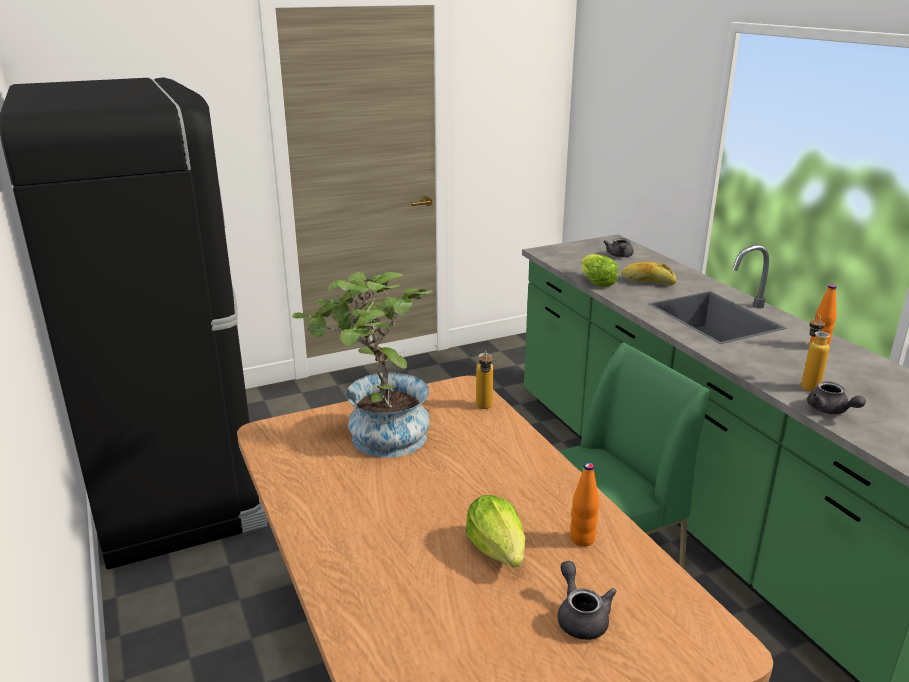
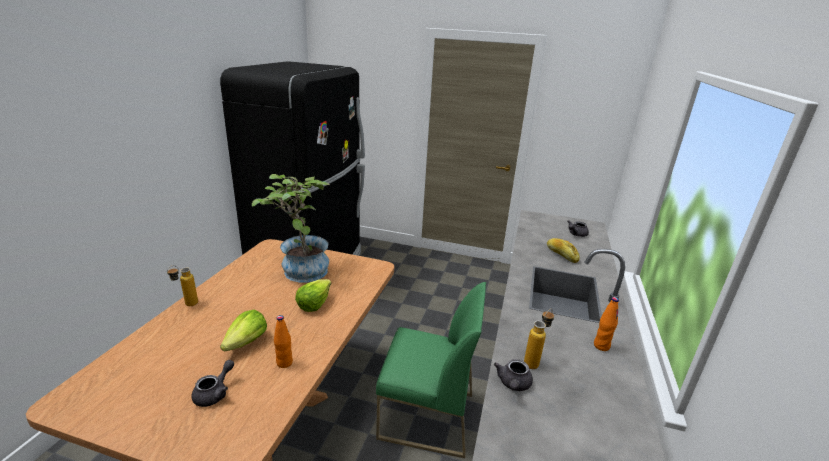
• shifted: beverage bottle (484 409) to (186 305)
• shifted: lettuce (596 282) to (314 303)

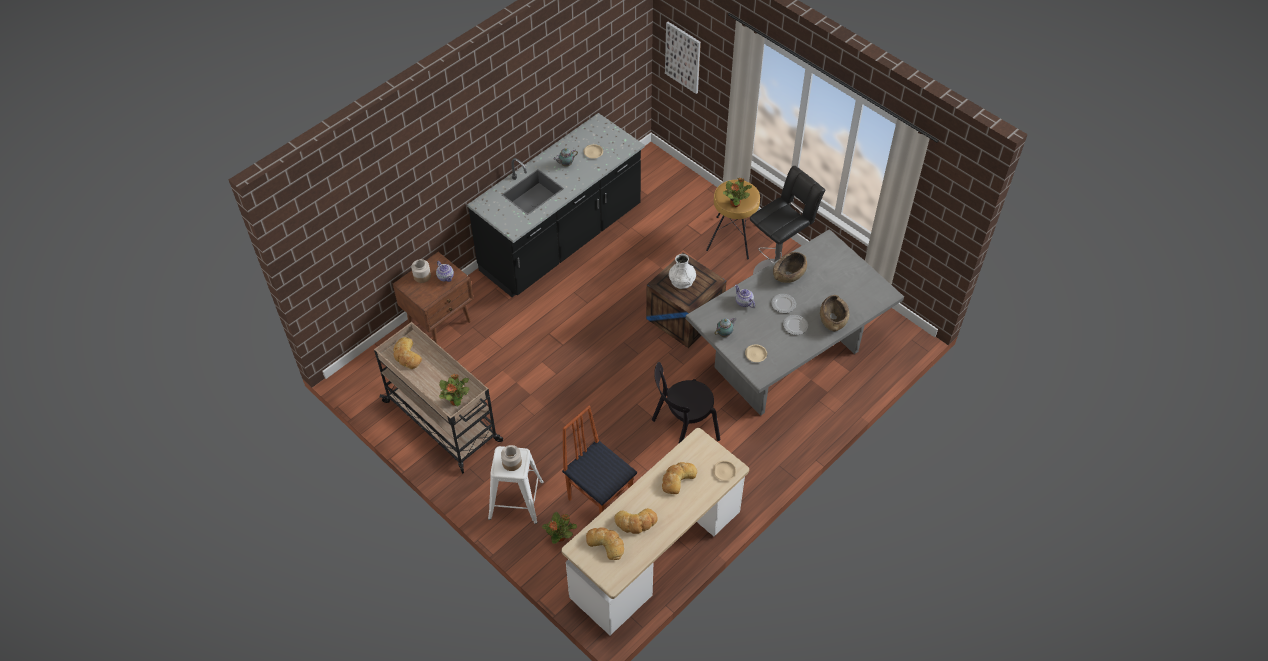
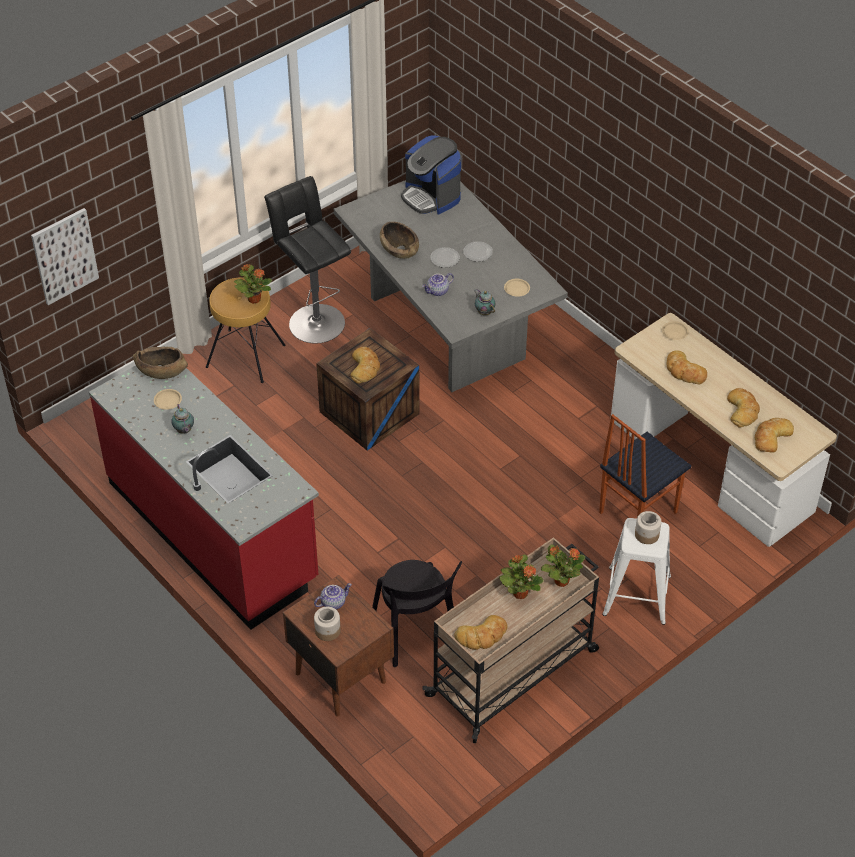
• new: coffee brewer (431 196)
• shifted: houseplant (560 536) to (520 593)
• shifted: blackish plain chair (682 431) to (416 634)
• shifted: brownish serving bowl (833 319) to (161 370)
• swapped: white vase (682 281) to bread (365 367)
• repainted: blackish counter (562 240) to reddish counter (213 531)

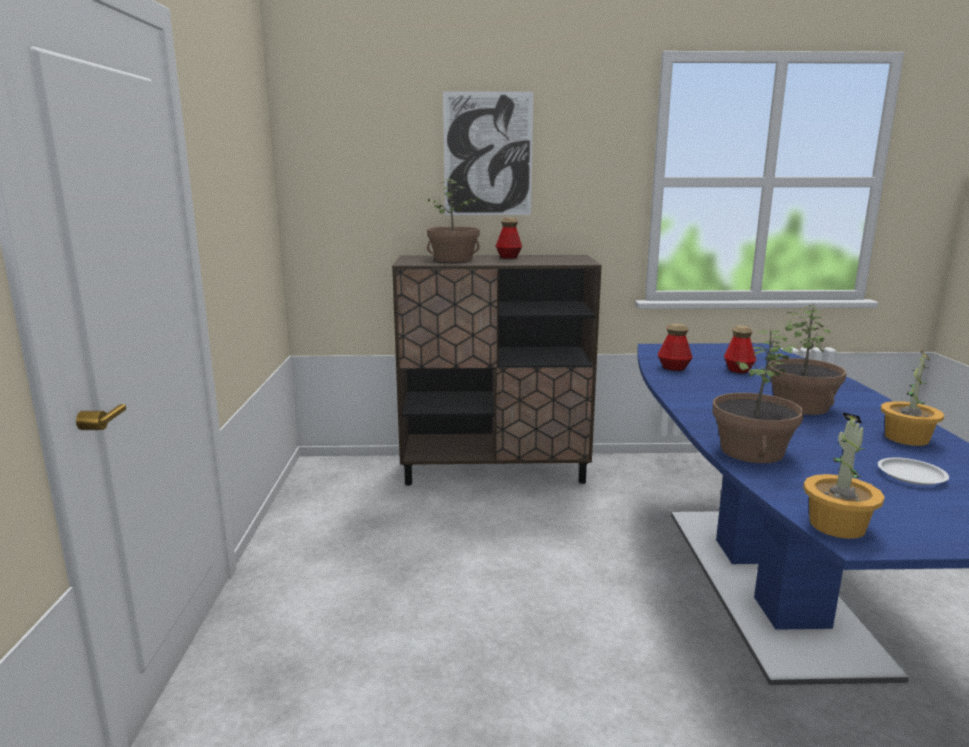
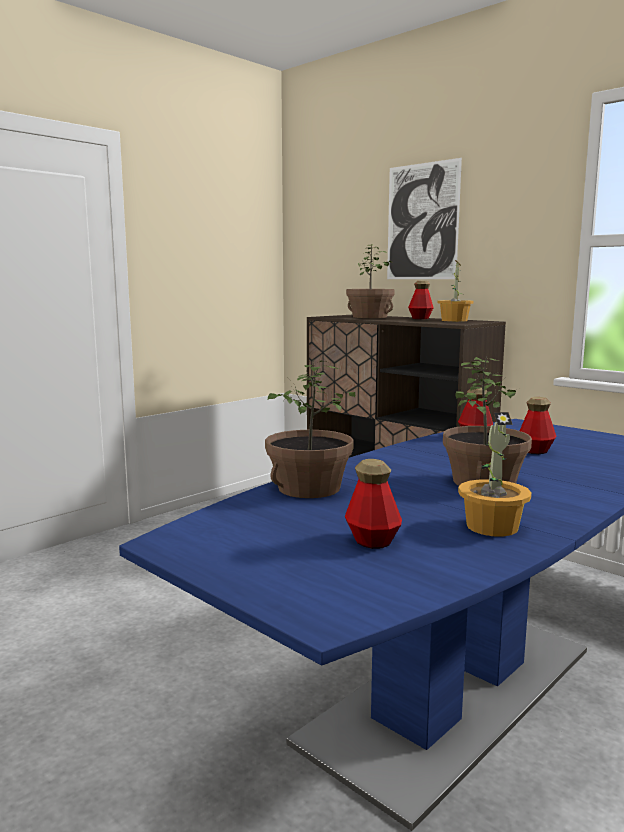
• shifted: houseplant (836 525) to (454 320)
• swapped: white plate (911 475) to beverage bottle (372 541)

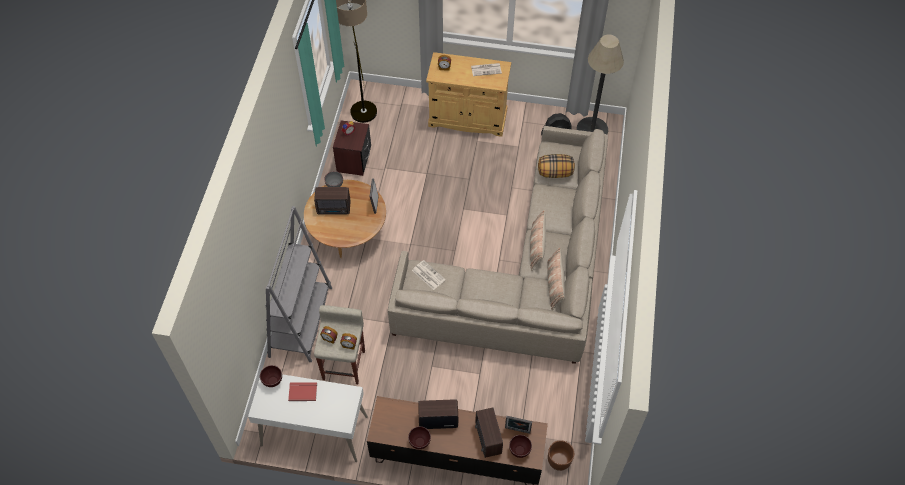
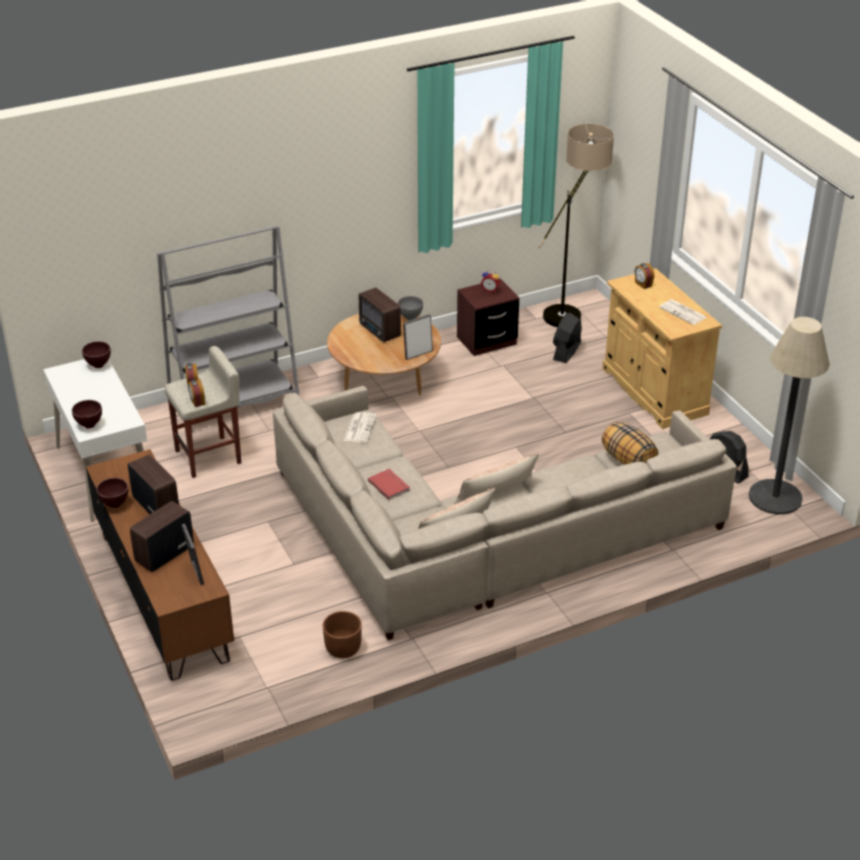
• new: blackish electric fan (566 351)
• shifted: reddish volume (302 391) to (389 485)
• shifted: brownish serving bowl (519 451) to (89 425)
• shifted: brownish planter (559 461) to (343 648)

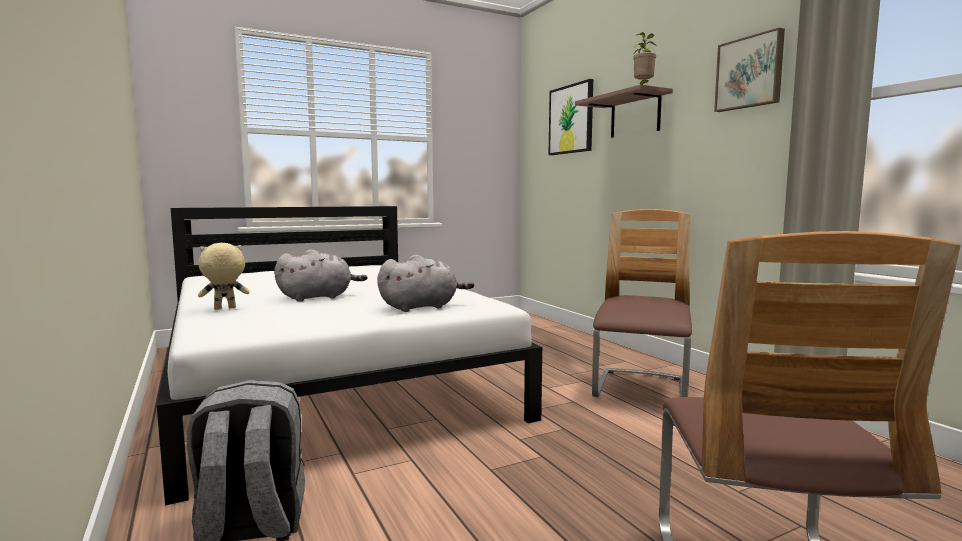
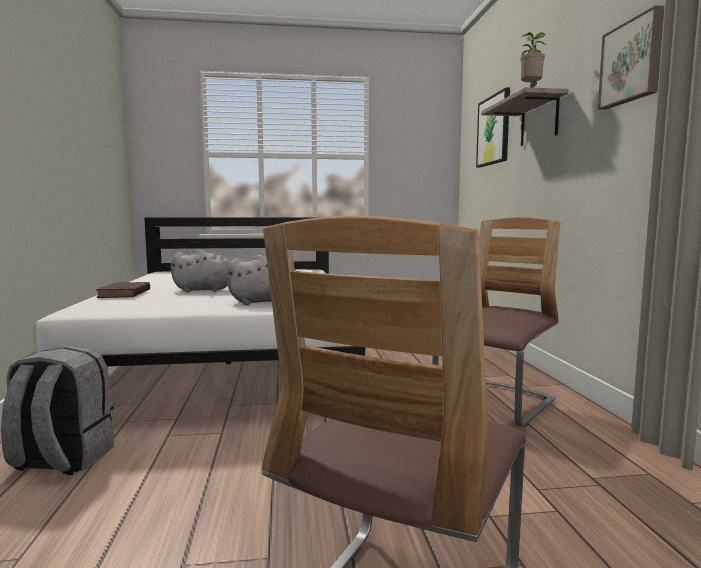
• swapped: sand-coloured plush toy (224 309) to brownish volume (124 294)

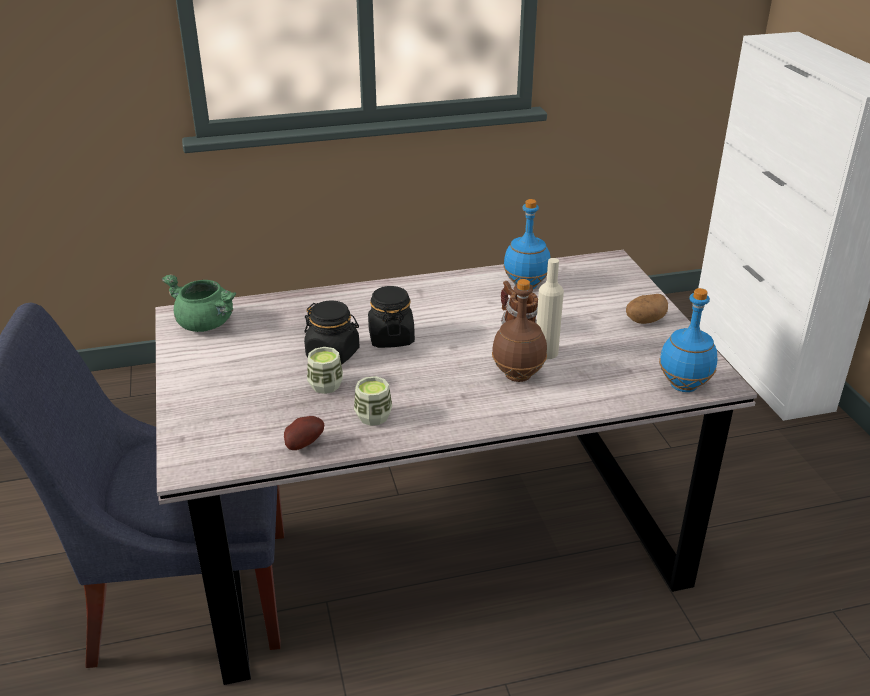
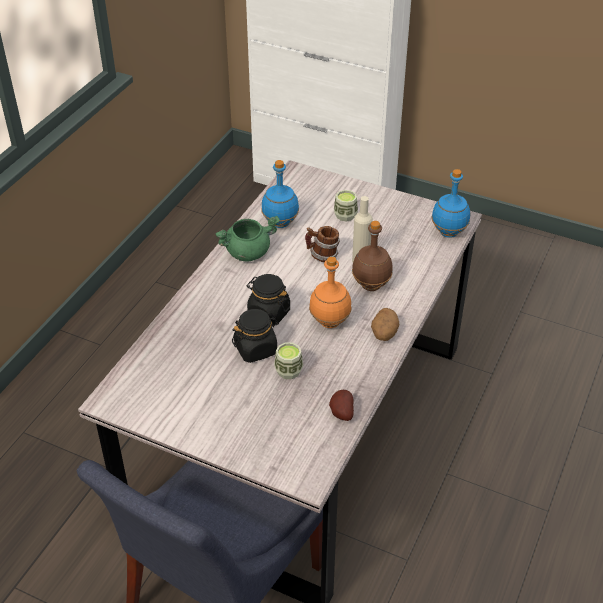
• new: orange-coloured beverage bottle (329 322)
• shifted: green-coloured stockpot (206 324) to (248 252)
• shifted: small cup (373 416) to (345 215)
• shifted: potato (644 320) to (384 334)

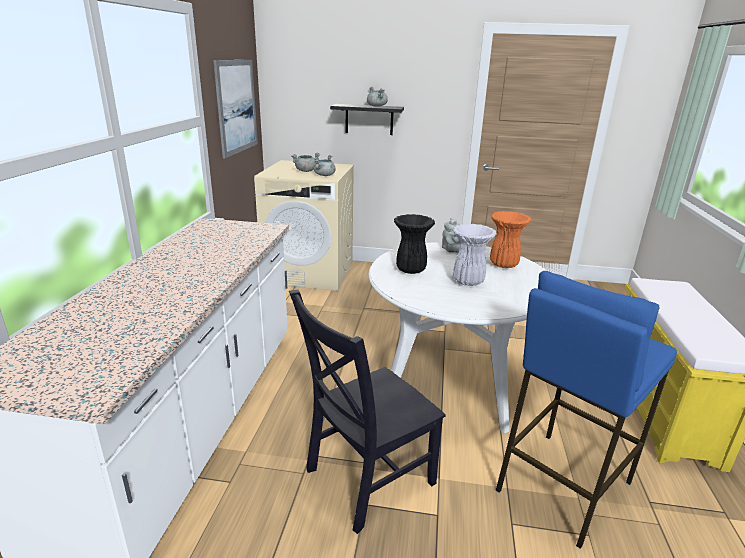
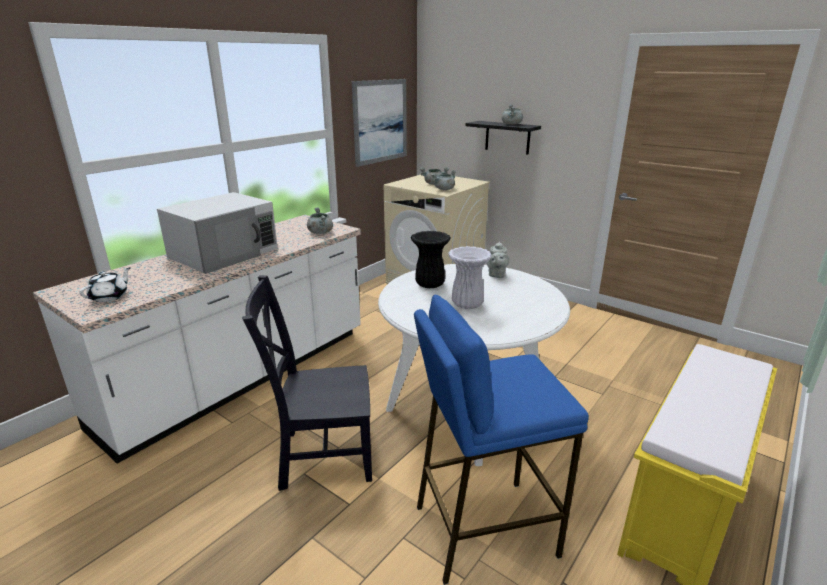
• gone: orange-coloured vase (503 265)
• new: white teapot (110 297)
• new: white kitchen microwave (225 253)
• new: gray stockpot (320 232)

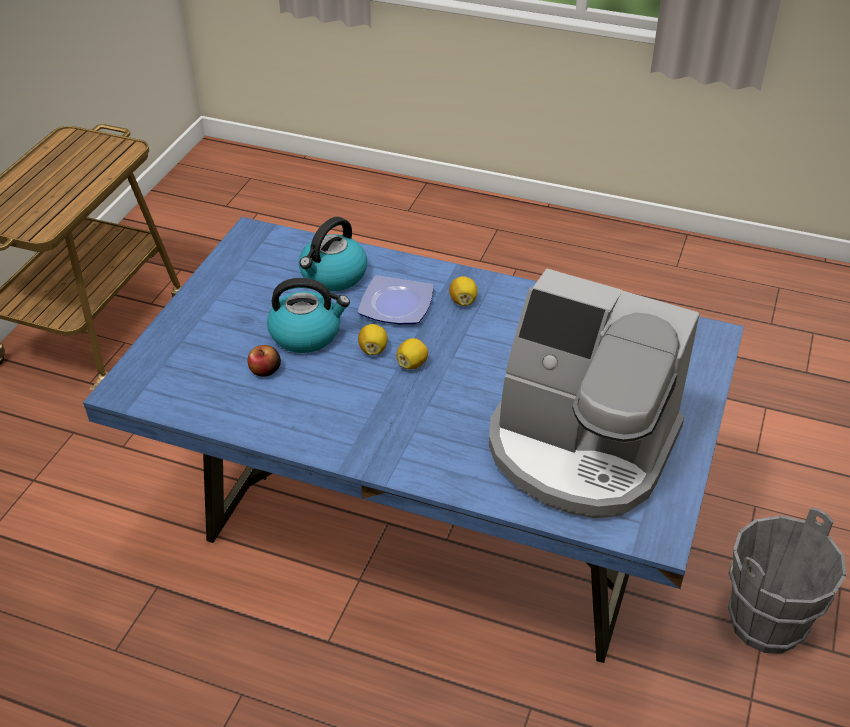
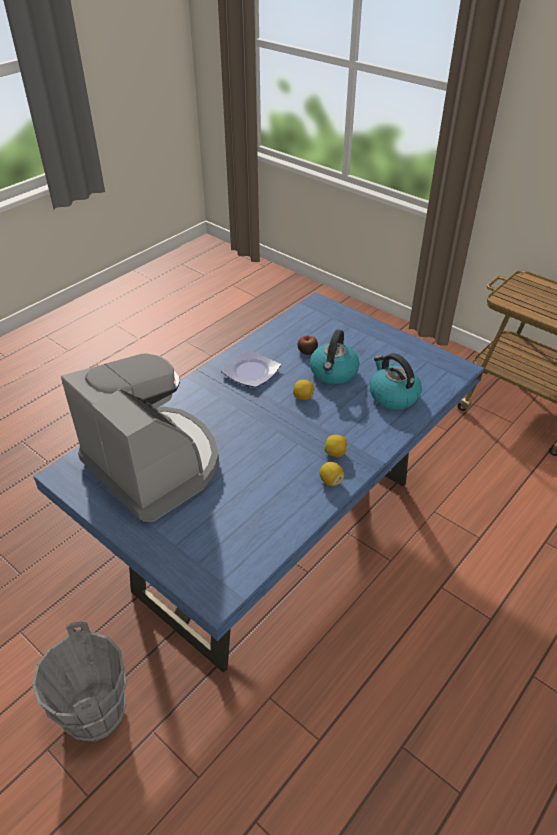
• shifted: plate (398 304) to (251 373)
• shifted: citrus fruit (412 364) to (330 481)
• rotated: coffee brewer (580 448) = (154 464) 90 degrees clockwise

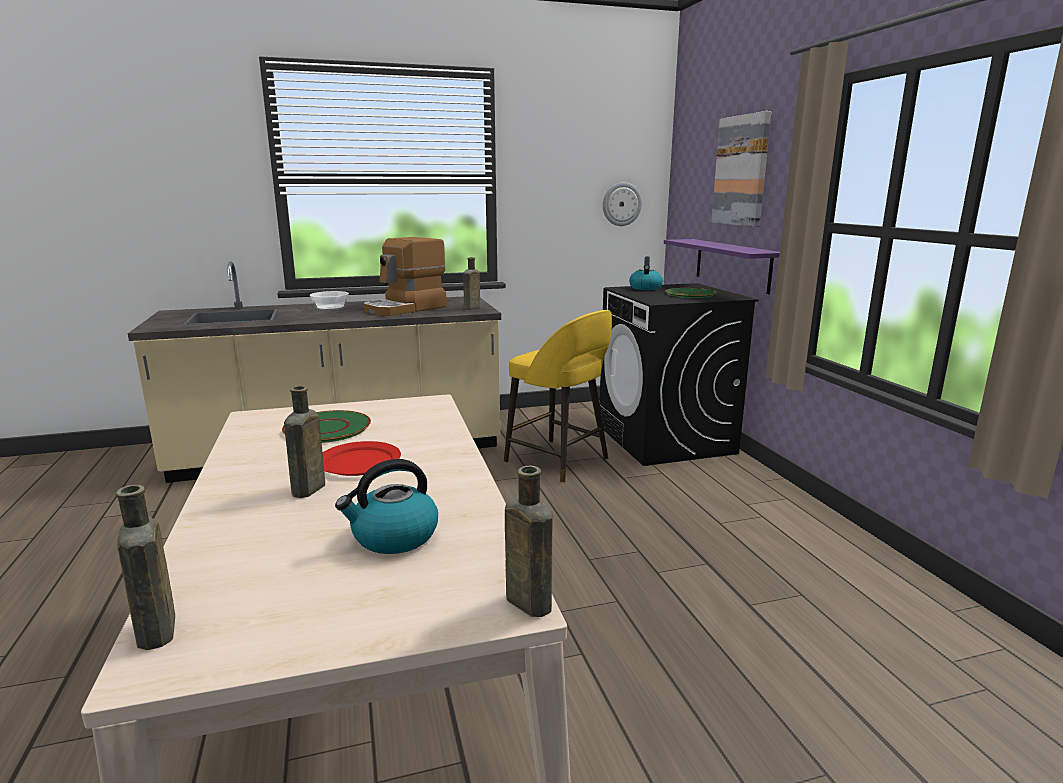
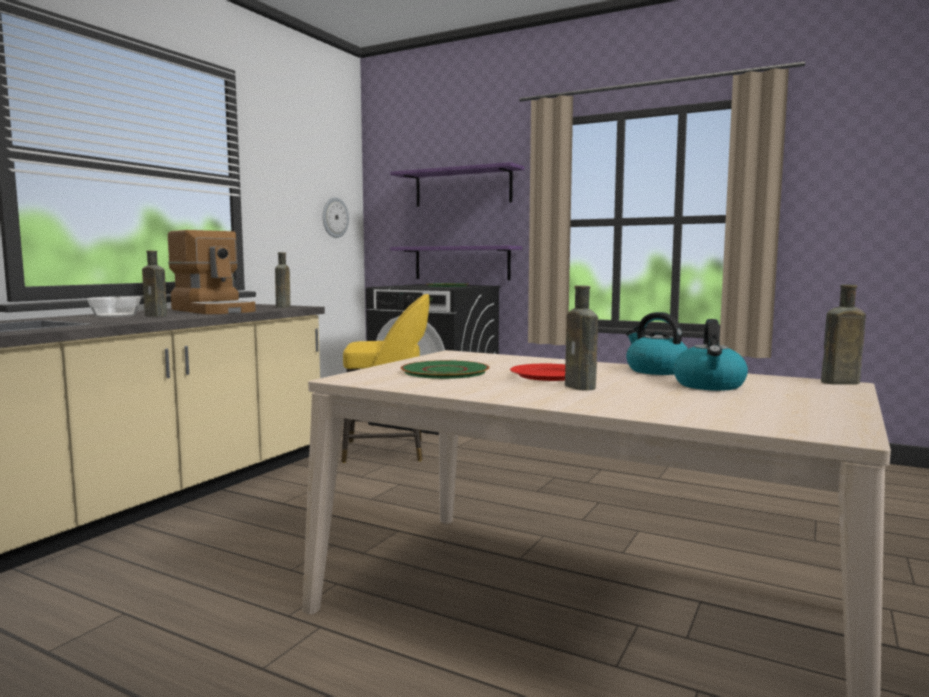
• shifted: brownish beverage bottle (157 634) to (157 315)
• shifted: tea kettle (645 288) to (656 370)
• swapped: picture (741 171) to purple-coloured bracket shelf (462 187)
• rotated: coffee brewer (405 309) = (215 310) 45 degrees counterclockwise

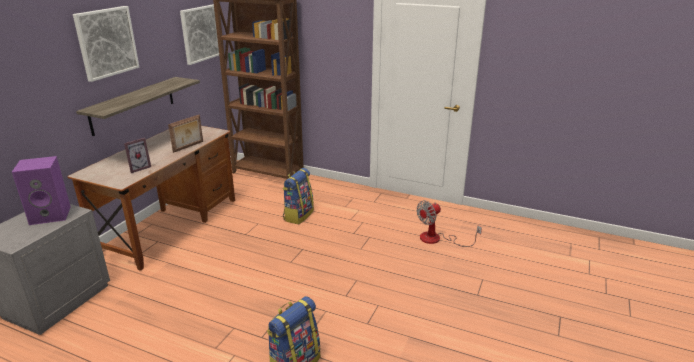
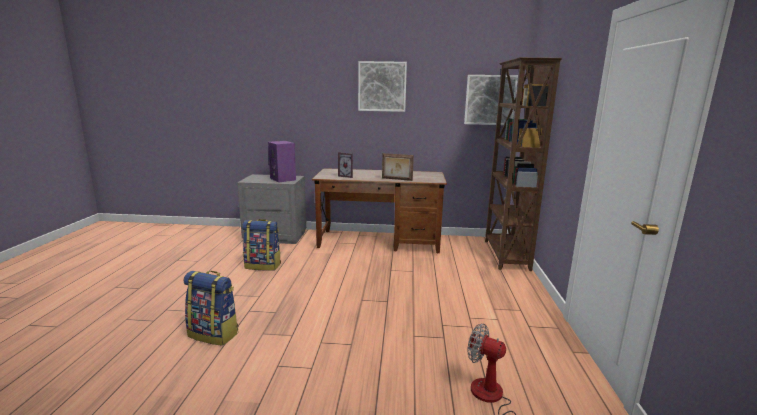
• gone: bracket shelf (133 105)
• shifted: backpack (298 215) to (263 265)

